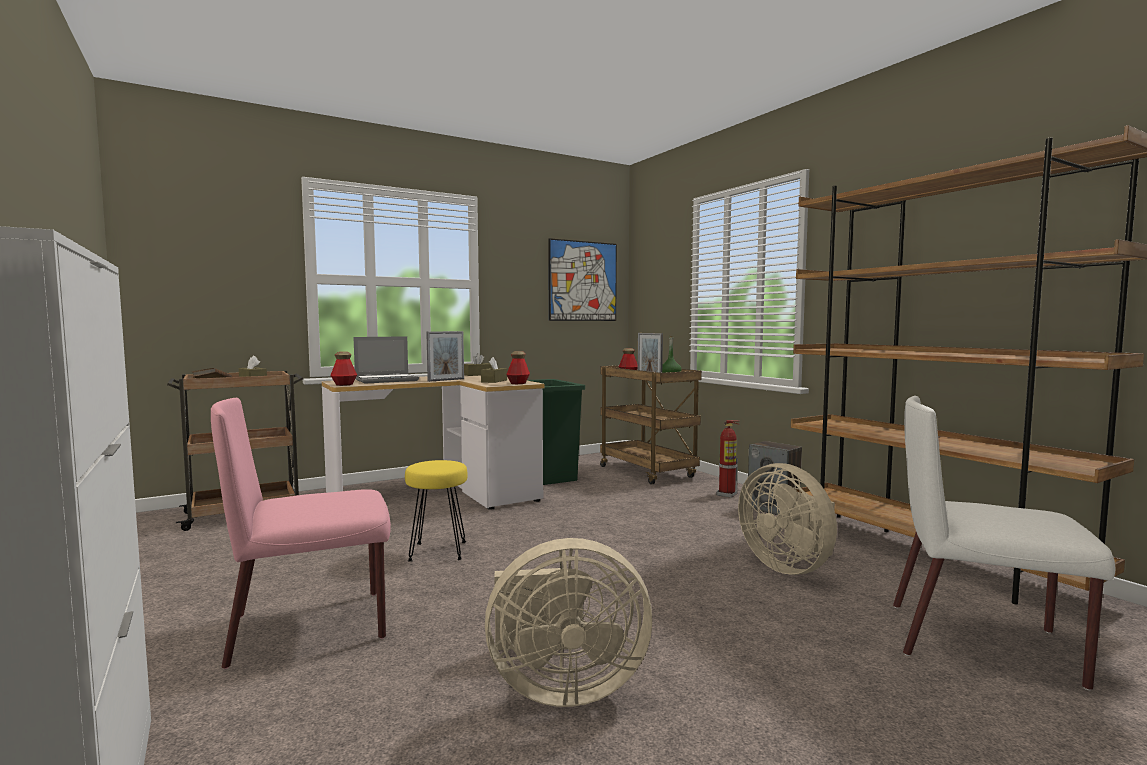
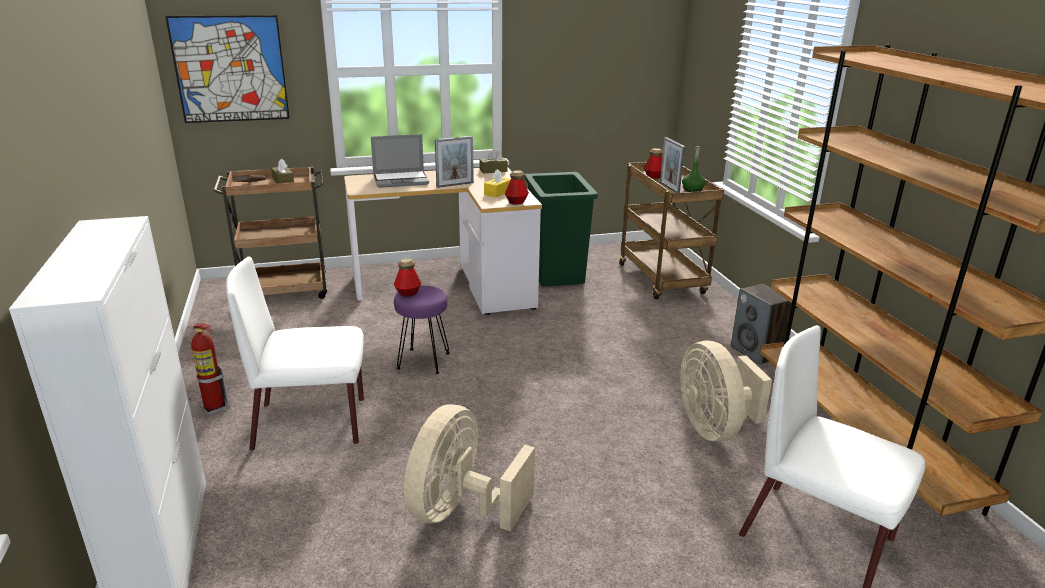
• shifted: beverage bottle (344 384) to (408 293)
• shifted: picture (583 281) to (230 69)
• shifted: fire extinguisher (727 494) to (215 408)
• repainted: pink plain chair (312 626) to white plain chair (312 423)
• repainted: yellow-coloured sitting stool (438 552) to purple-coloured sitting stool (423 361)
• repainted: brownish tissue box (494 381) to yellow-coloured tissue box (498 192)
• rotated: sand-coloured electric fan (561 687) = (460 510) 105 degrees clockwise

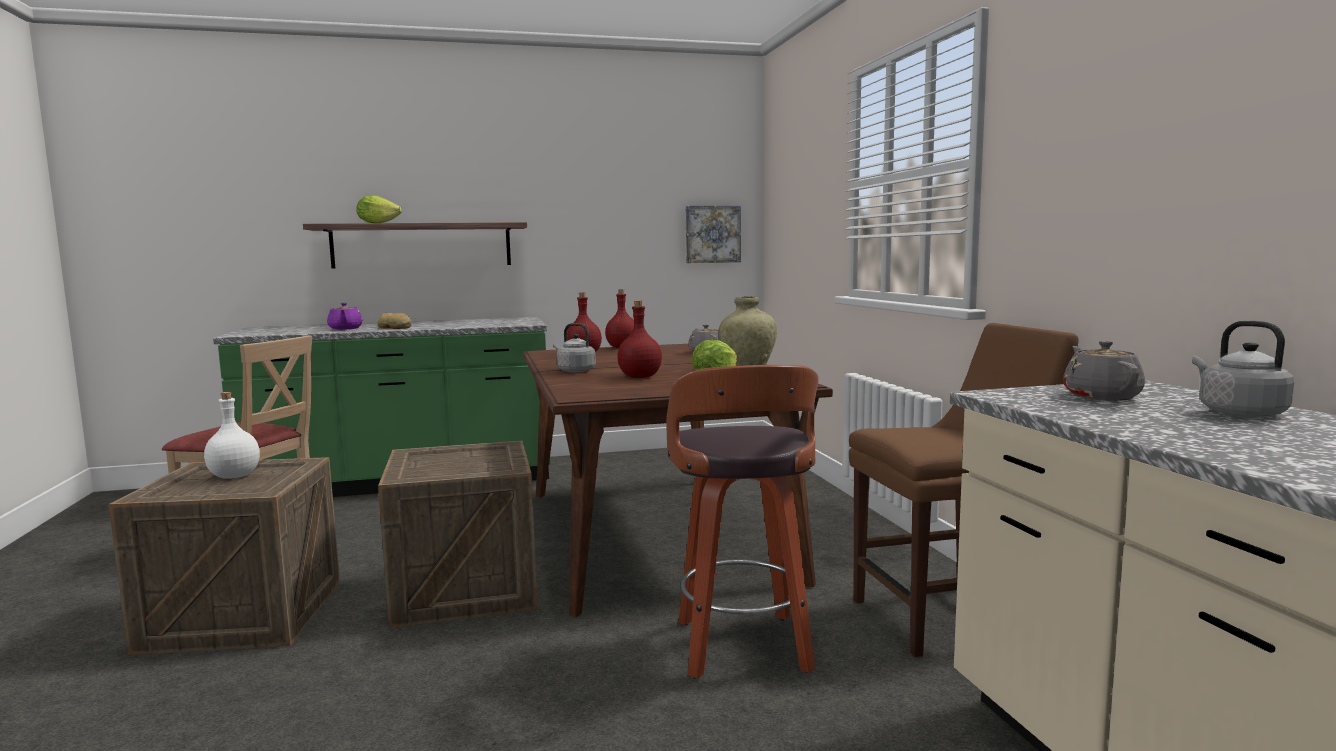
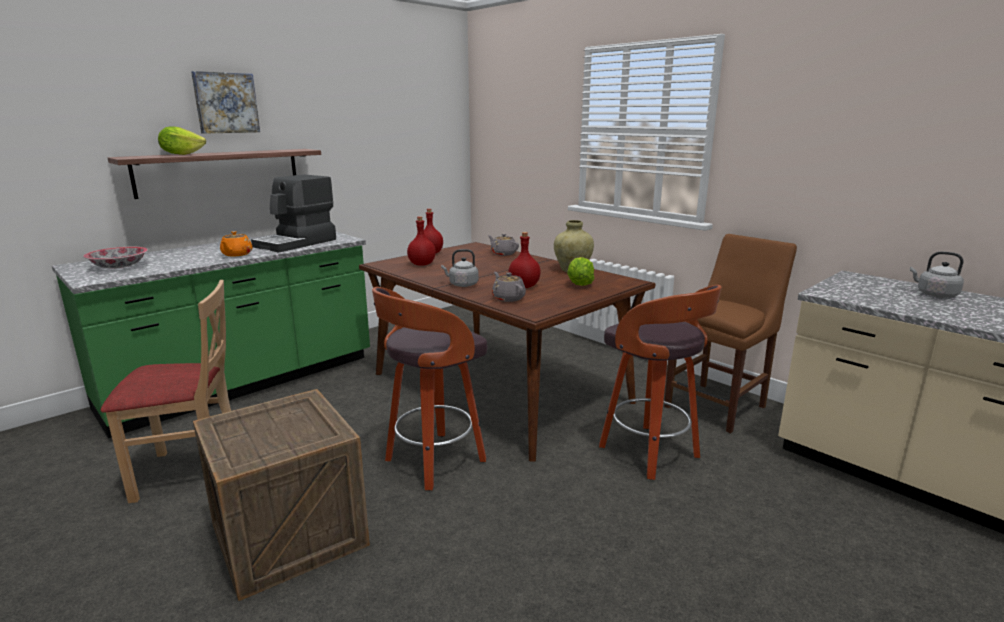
• gone: white beverage bottle (234 476)
• gone: purple-coloured teapot (345 329)
• new: serving bowl (119 266)
• new: coffee brewer (297 243)
• shifted: picture (712 234) to (225 103)
• shifted: gray teapot (1101 396) to (508 298)
• swapped: bread (395 328) to orange-coloured teapot (236 254)
• swapped: crate (465 589) to sitting stool (433 462)

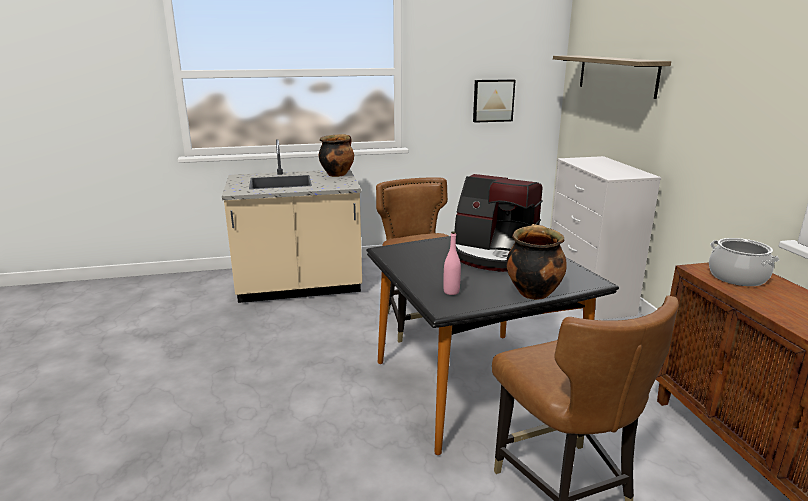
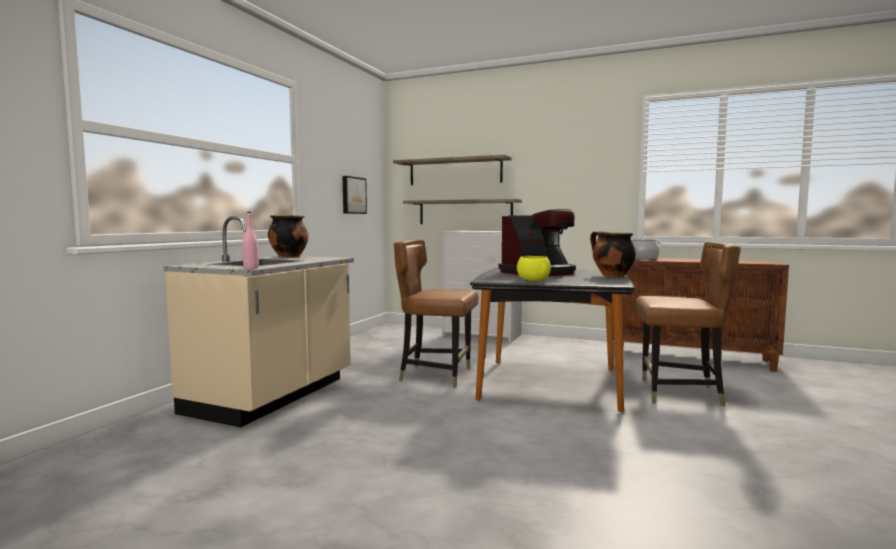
• new: bracket shelf (465 212)
• new: yellow-coloured serving bowl (533 280)
• shifted: pink beverage bottle (451 292) to (251 268)

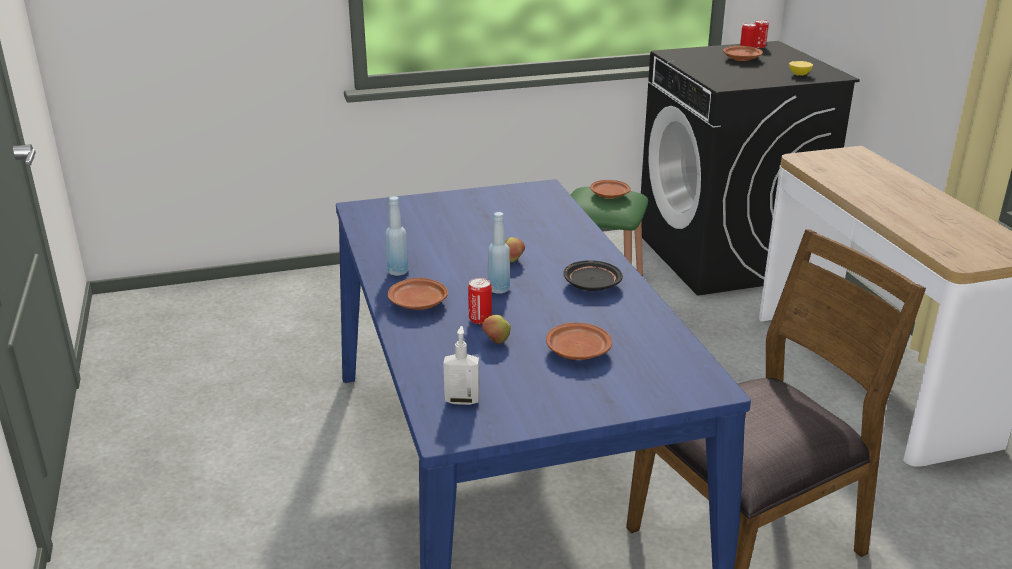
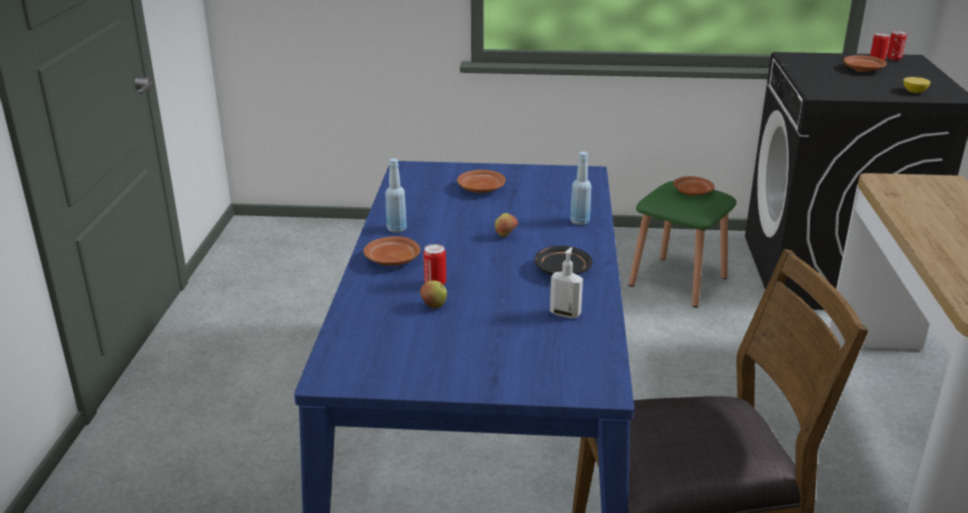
• shifted: soap bottle (462 400) to (565 313)
• shifted: blue beverage bottle (499 289) to (579 221)
• shifted: brownish plate (577 351) to (481 189)

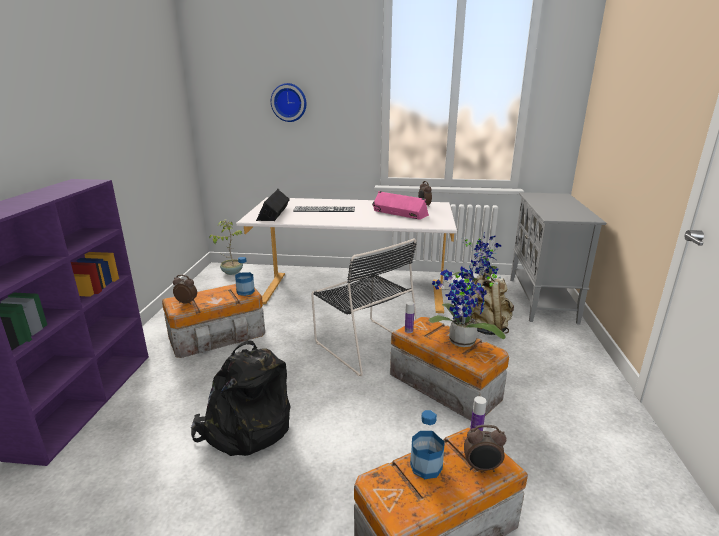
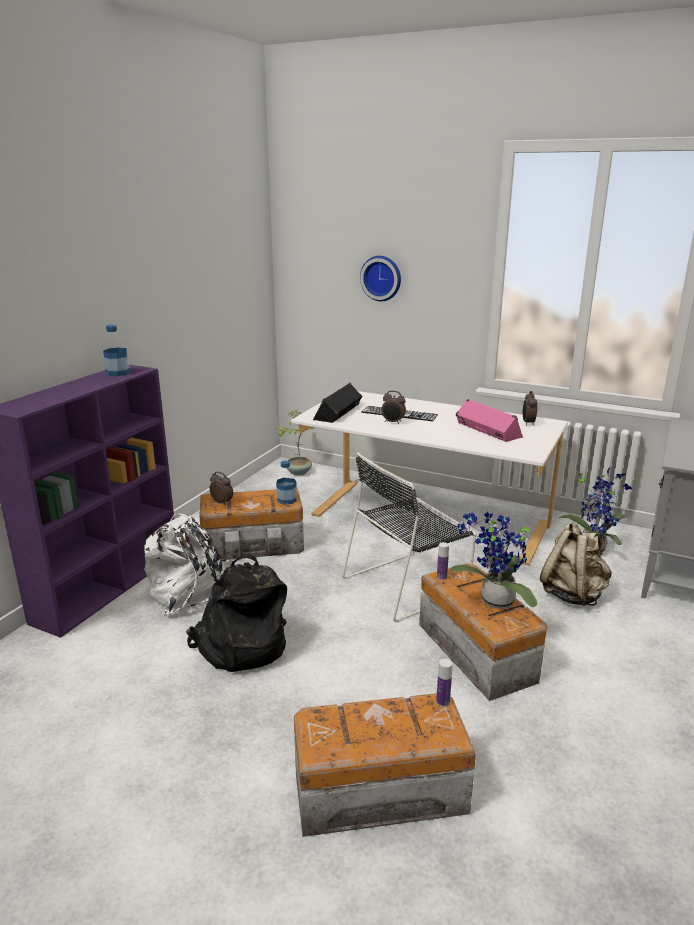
• new: white backpack (193 591)
• shifted: beverage bottle (426 466) to (118 373)
• shifted: table clock (482 468) to (393 422)
• rotated: blackish plain chair (364 344) = (408 584) 75 degrees clockwise

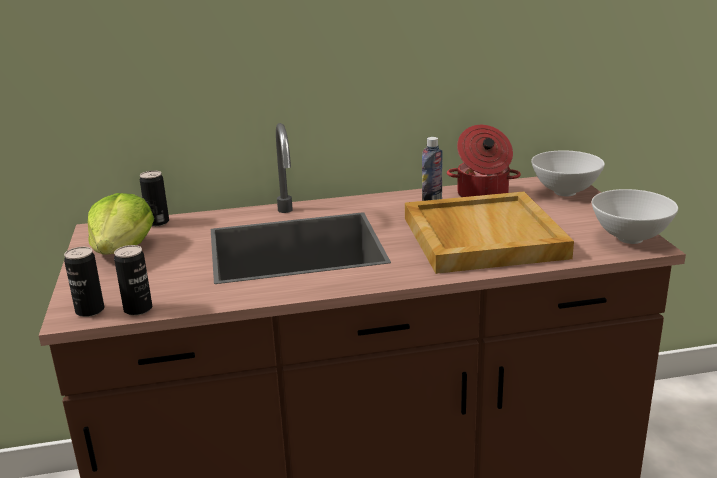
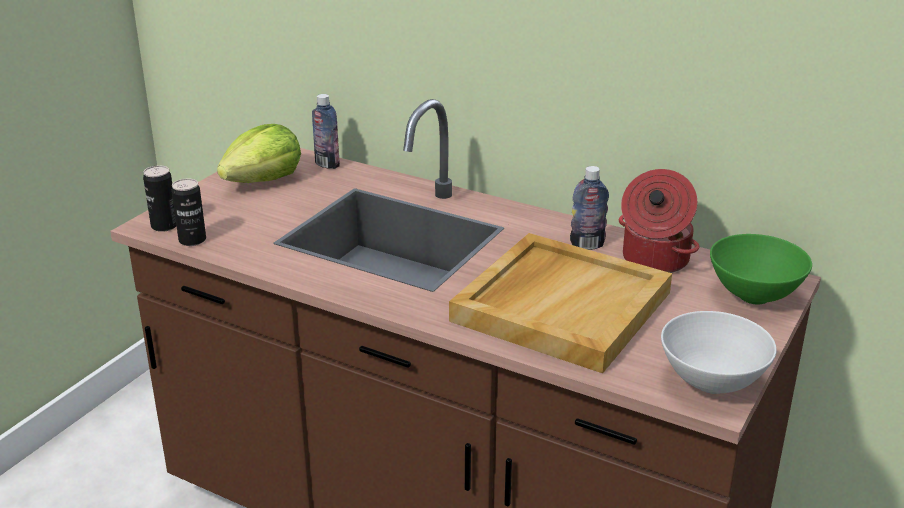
• swapped: can (158 222) to beverage bottle (327 164)
• repainted: white serving bowl (565 192) to green-coloured serving bowl (755 296)

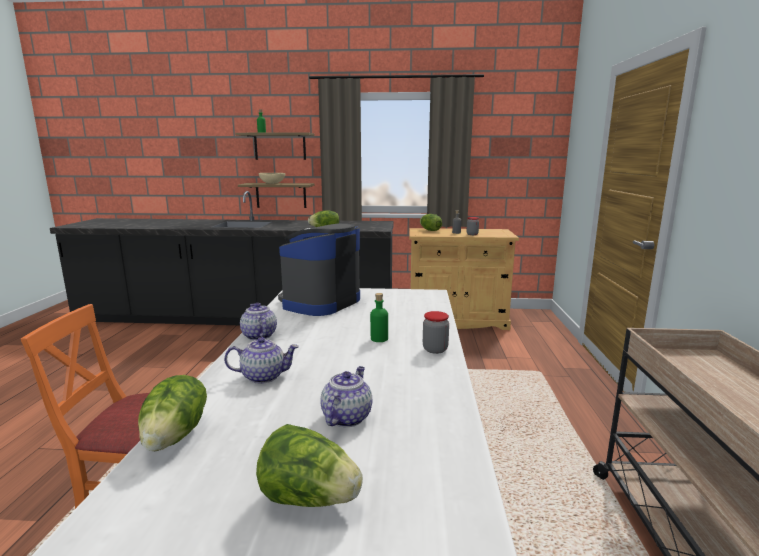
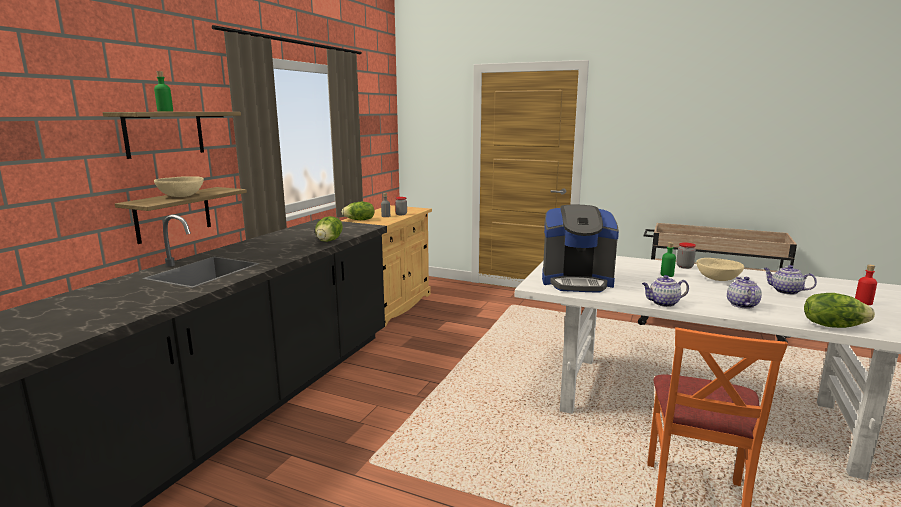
• new: sand-coloured serving bowl (718 279)
• swapped: lettuce (309 498) to reddish beverage bottle (863 302)
• rotated: coffee brewer (320 302) = (577 281) 45 degrees counterclockwise

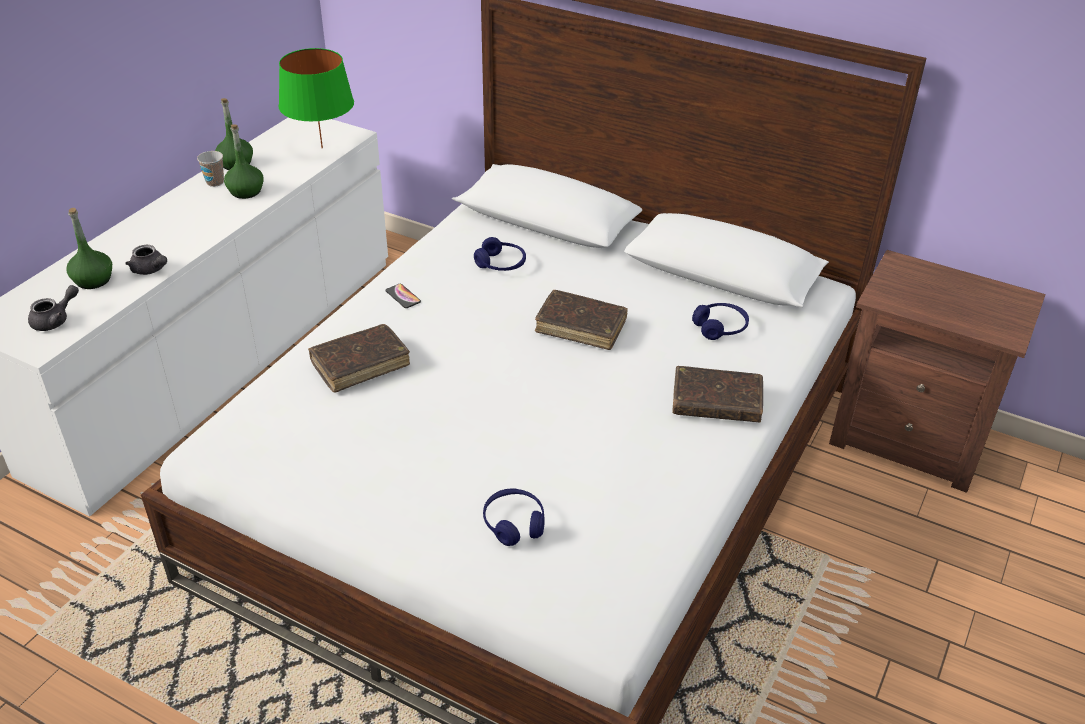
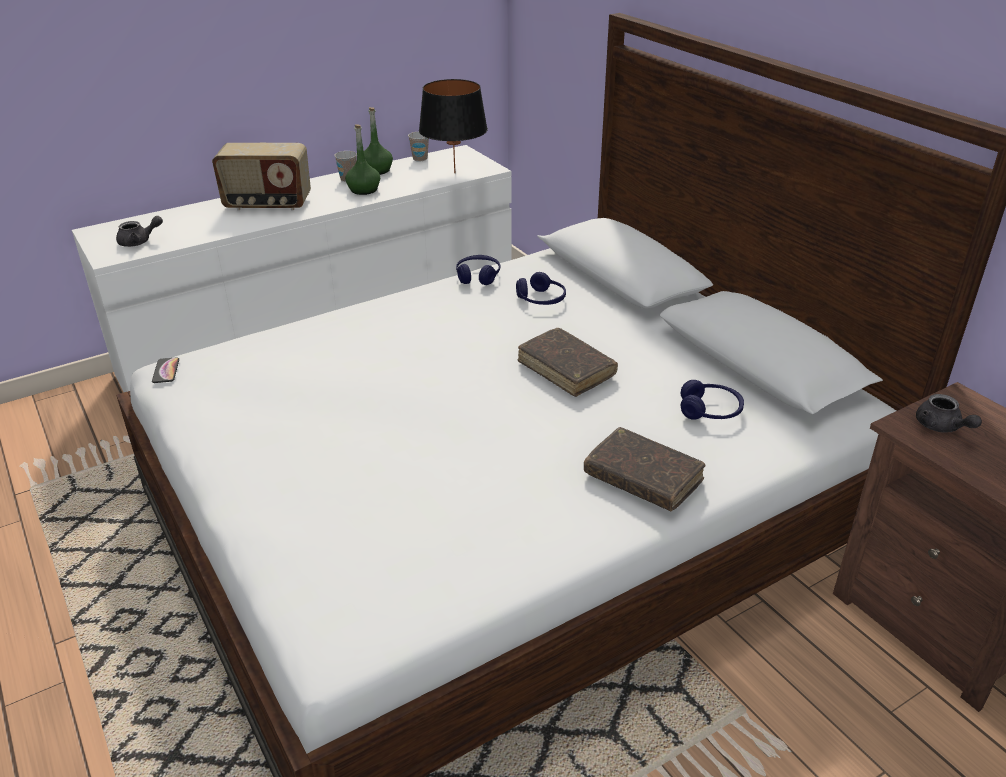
• gone: green-coloured beverage bottle (93 280)
• gone: brownish volume (360 364)
• new: radio (267 204)
• new: small cup (420 159)
• shifted: gray teapot (150 270) to (941 427)
• shifted: phone (403 296) to (166 371)
• shifted: blue headset (514 523) to (478 276)
• repainted: green-coloured tabletop lamp (321 148) to blackish tabletop lamp (454 173)

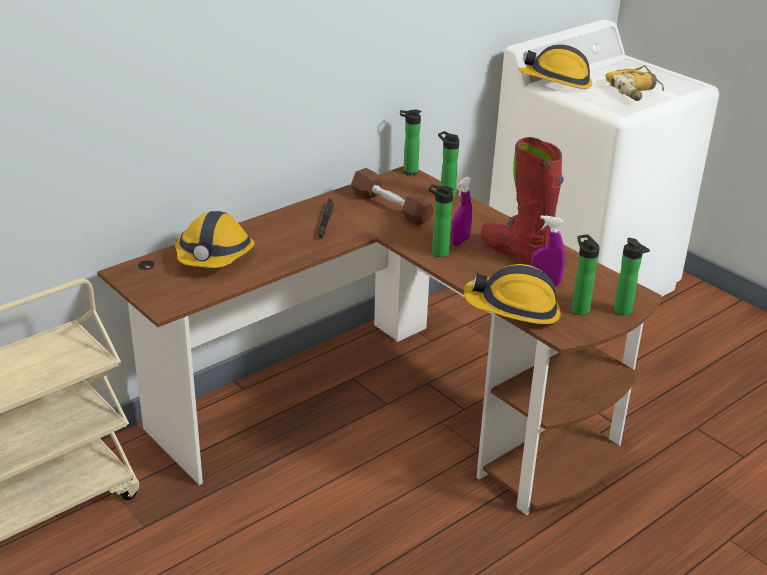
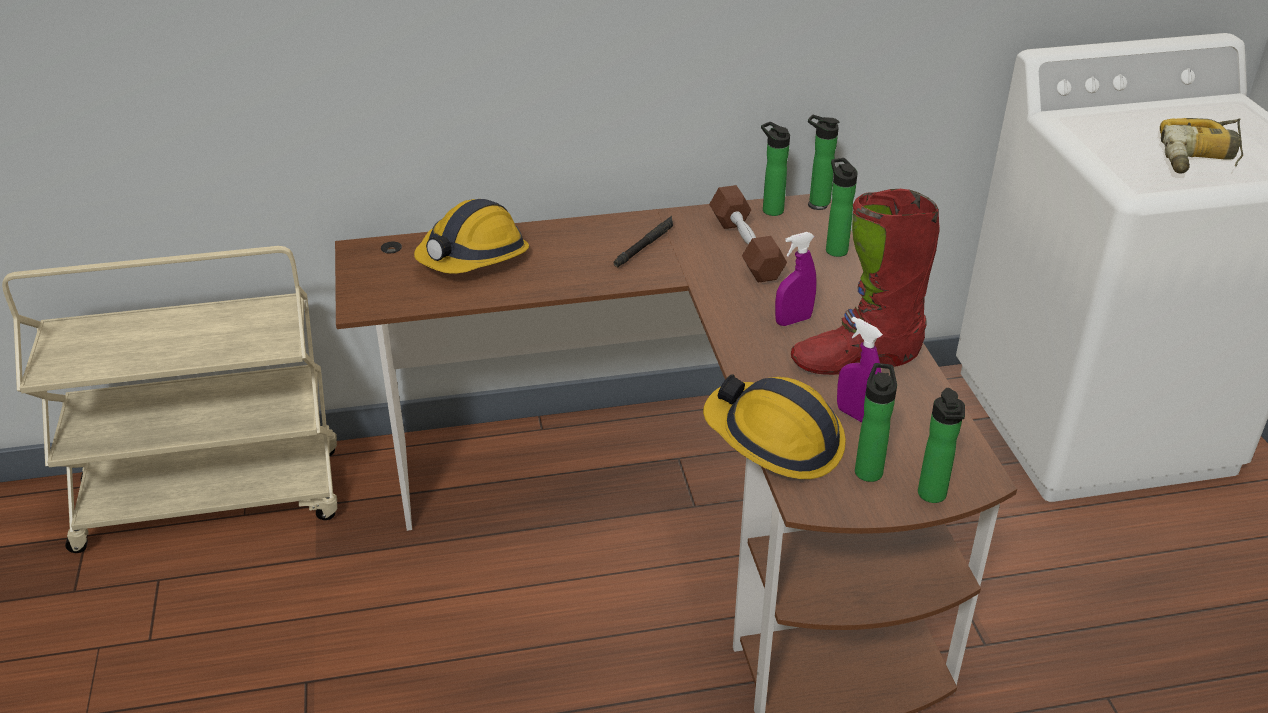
• gone: safety helmet (555 81)
• shifted: beverage bottle (437 252) to (770 209)
• rotated: reddish boot (516 253) = (855 359) 90 degrees counterclockwise

